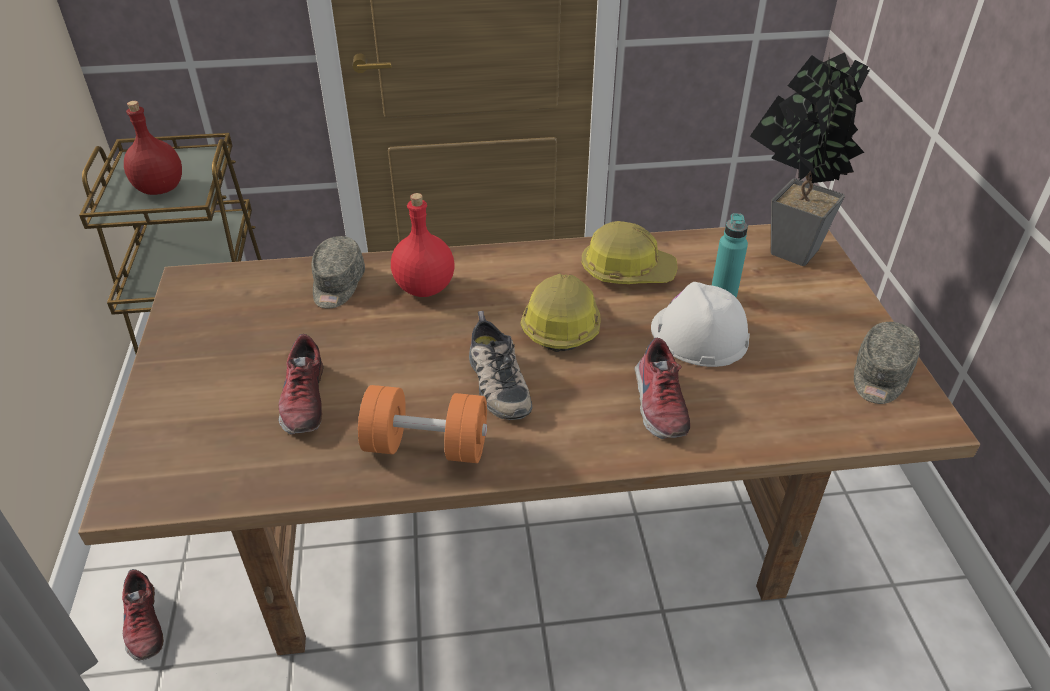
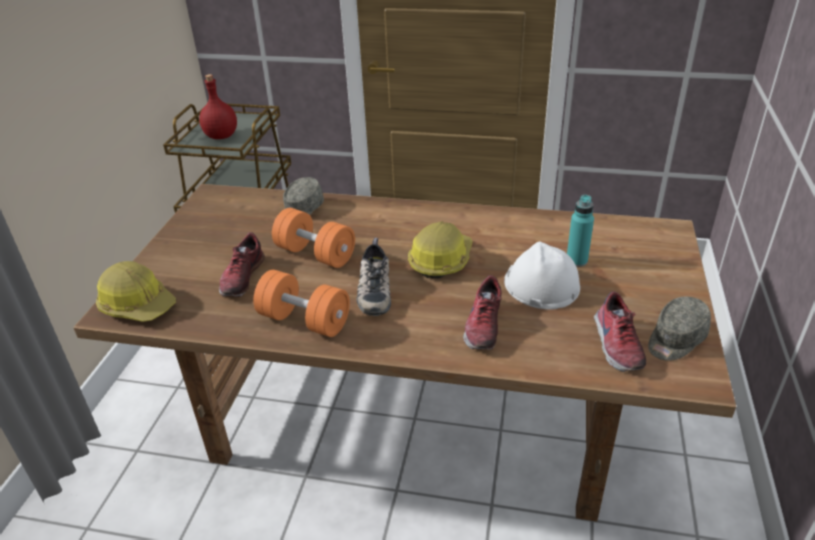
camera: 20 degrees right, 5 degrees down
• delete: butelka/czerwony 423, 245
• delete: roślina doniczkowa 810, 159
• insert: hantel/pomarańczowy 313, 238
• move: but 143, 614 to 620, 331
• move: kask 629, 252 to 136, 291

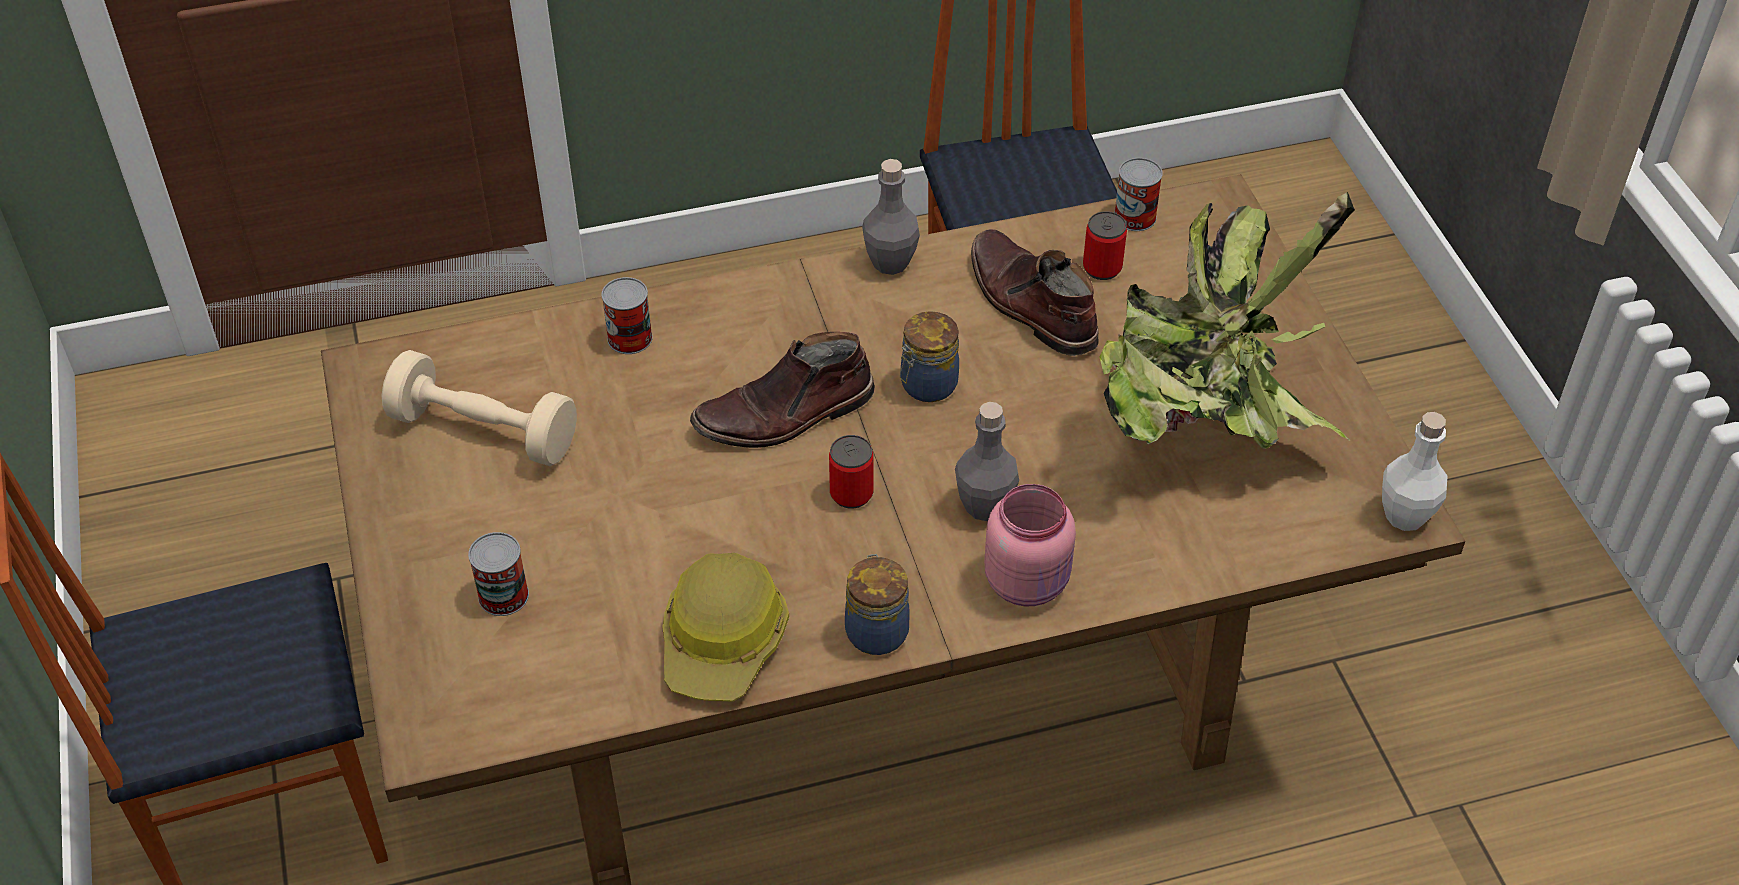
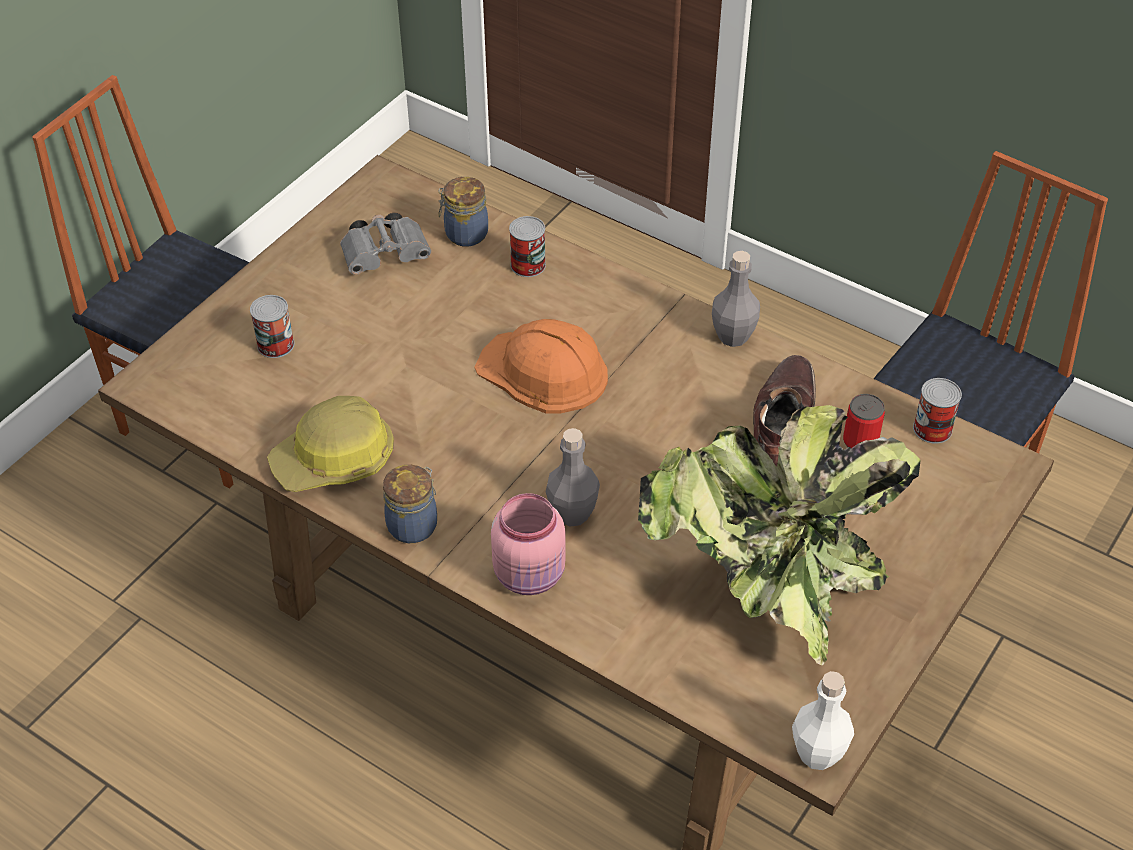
camera: 50 degrees right, 0 degrees up
• delete: puszka 851, 472
• move: słoik 929, 356 to 463, 211
• replace: hantel/beżowy 479, 408 to lornetka/szary 385, 244
• replace: but z cholewką/brązowy 782, 390 to kask/pomarańczowy 541, 366

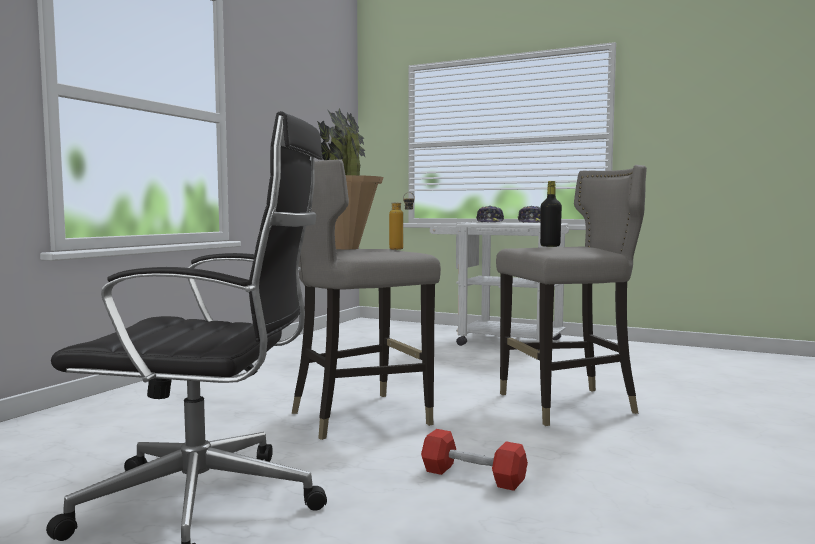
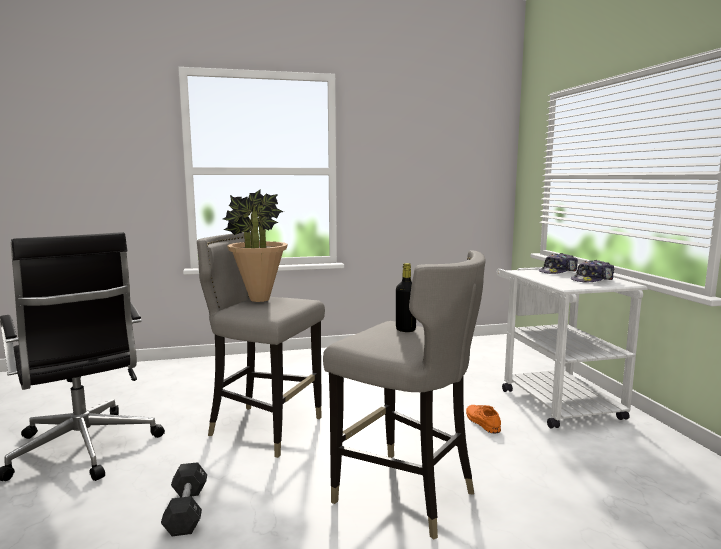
camera: 50 degrees right, 5 degrees up
• delete: butelka 402, 221
• insert: but/pomarańczowy 483, 419
• recolor: hantel/czerwony 474, 460 to hantel/czarny 184, 499

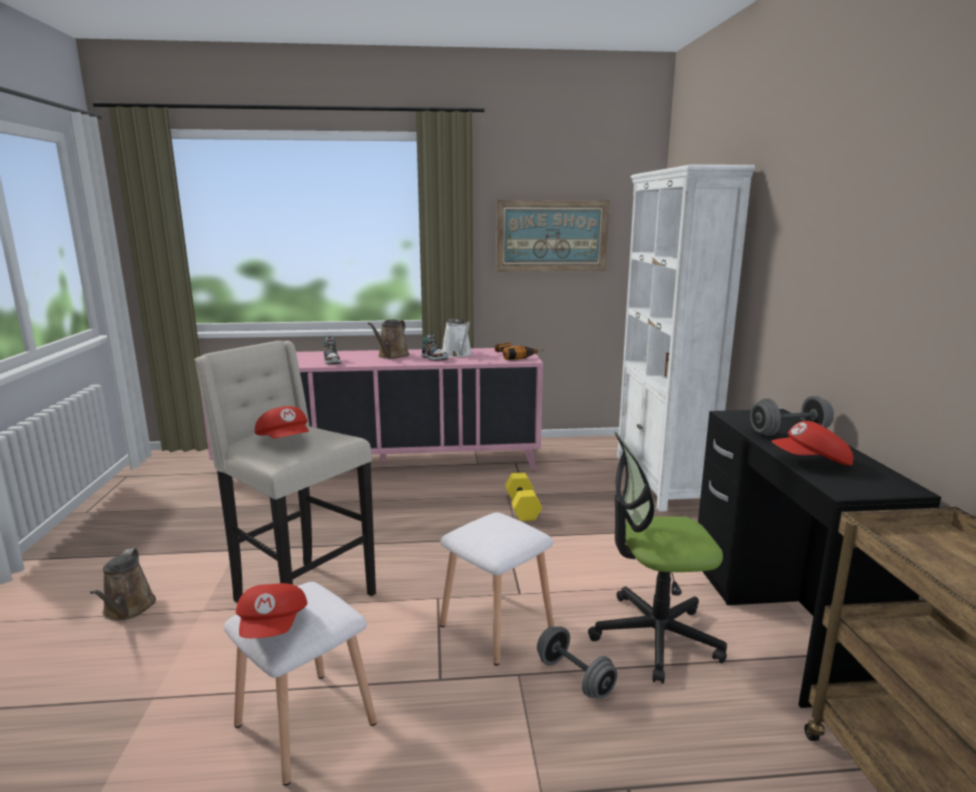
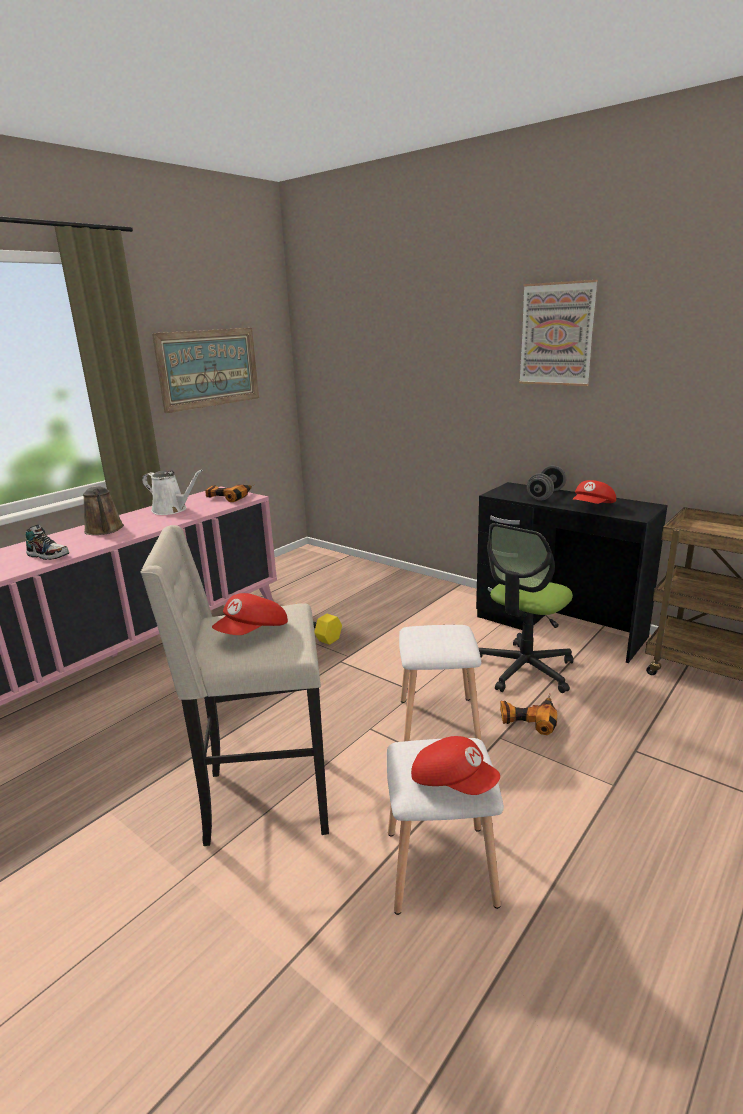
camera: 45 degrees left, 5 degrees up
• delete: konewka/brązowy 123, 584
• delete: but 434, 347
• delete: regał/biały 686, 338
• insert: obraz 558, 333
• replace: hantel/szary 577, 662 to wiertarka 528, 714
• rotate: czapka z daszkiem/czerwony 282, 422 = 250, 614 120 degrees clockwise

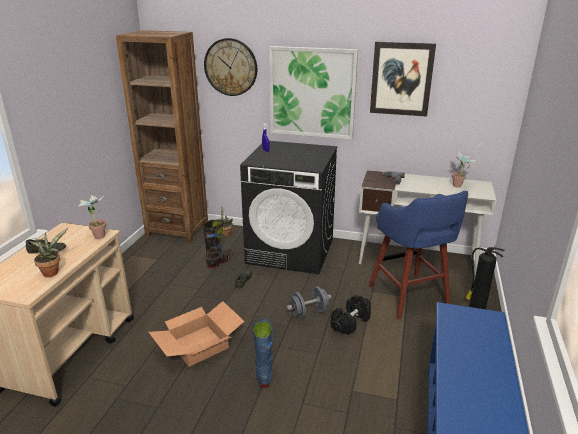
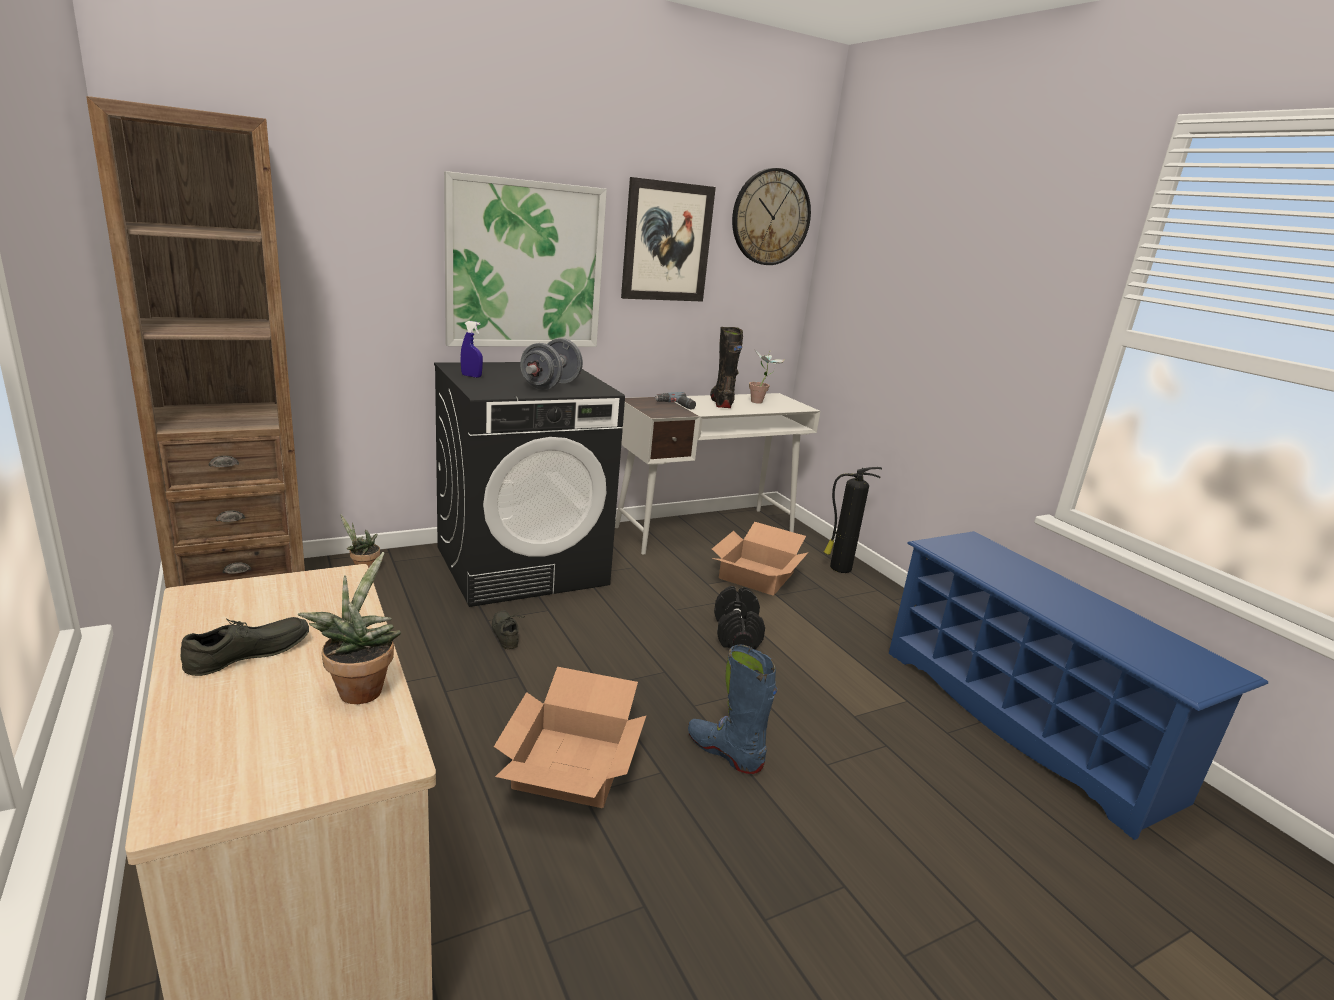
camera: 45 degrees left, 5 degrees down
• delete: roślina doniczkowa 92, 217
• move: zegar ścienny 230, 67 to 771, 216
• move: but z cholewką/czarny 218, 244 to 726, 367
• move: hantel/szary 308, 302 to 551, 364
• replace: stołek/niebieski 418, 255 to karton 760, 558

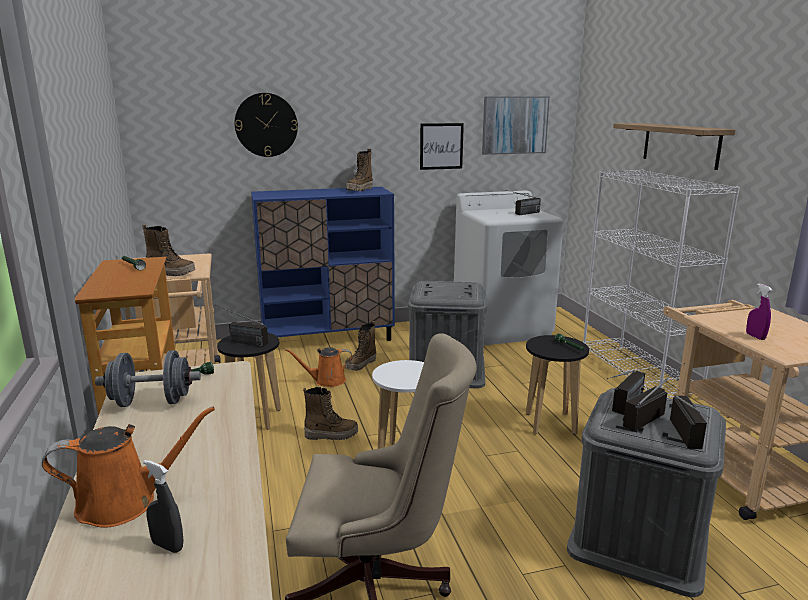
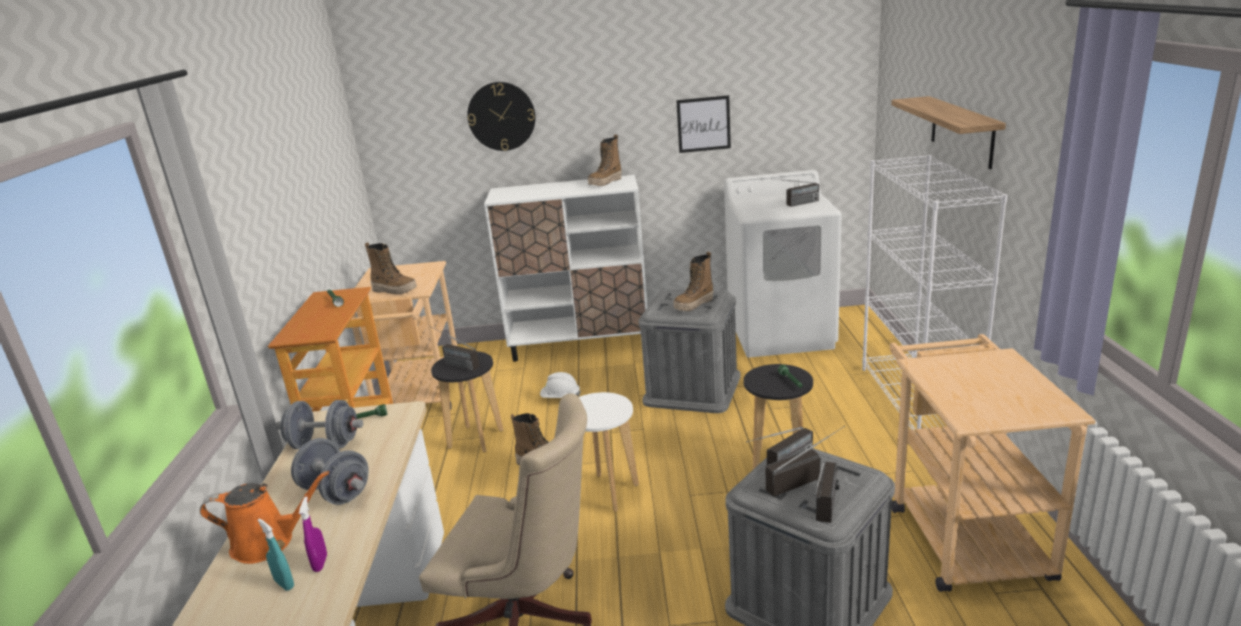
camera: 15 degrees right, 5 degrees up
• delete: obraz 516, 126
• insert: hantel/szary 330, 471
• move: but z cholewką 360, 346 to 693, 281
• move: spryskiwacz/fioletowy 759, 311 to 313, 534
• replace: konewka/pomarańczowy 318, 367 to kask/biały 560, 385
• recolor: spryskiwacz/szary 163, 506 to spryskiwacz/turkusowy 276, 554
• recolor: szafka/niebieski 323, 264 to szafka/biały 566, 268

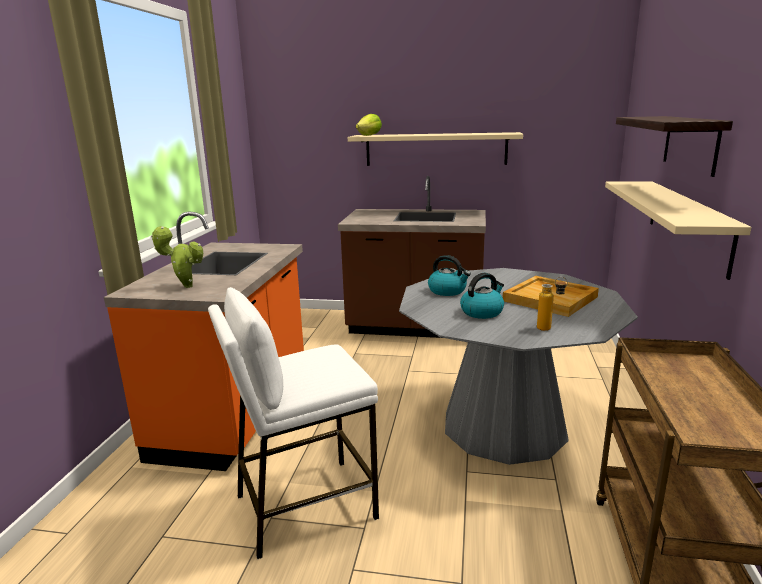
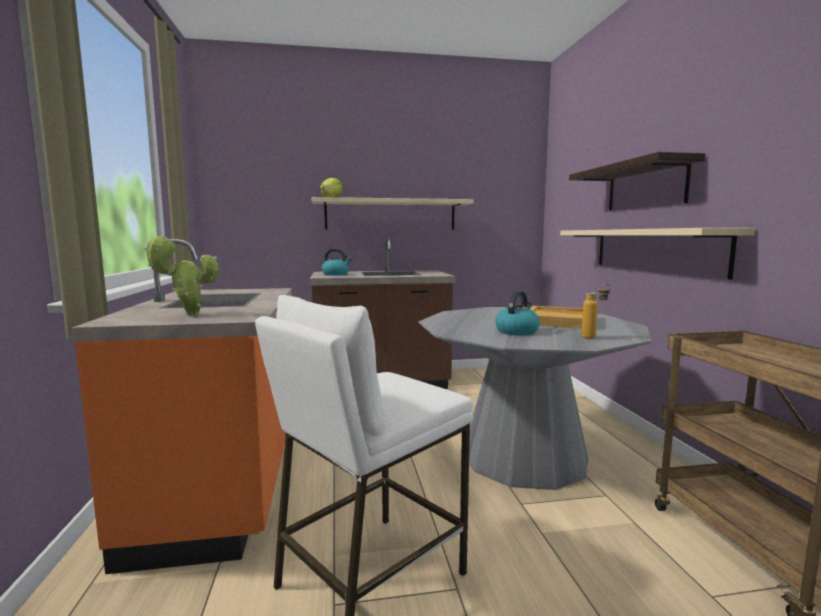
camera: 20 degrees left, 10 degrees down
• move: czajnik 449, 275 to 337, 261

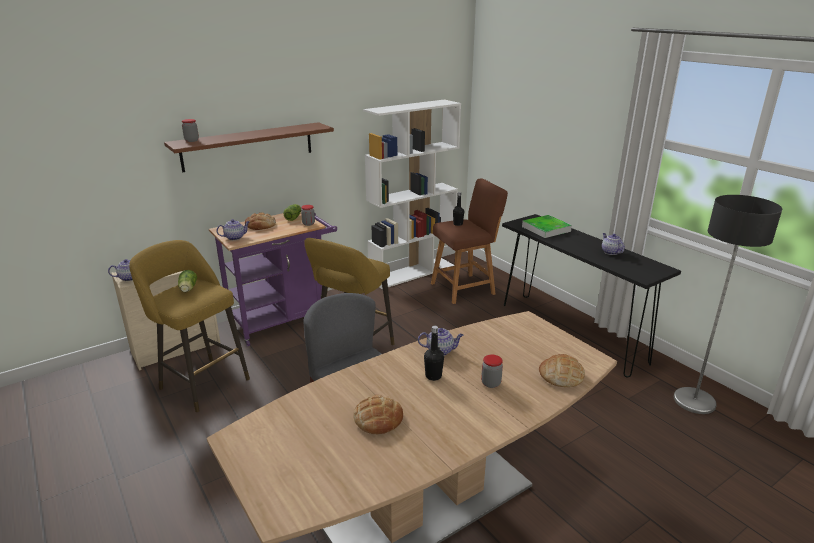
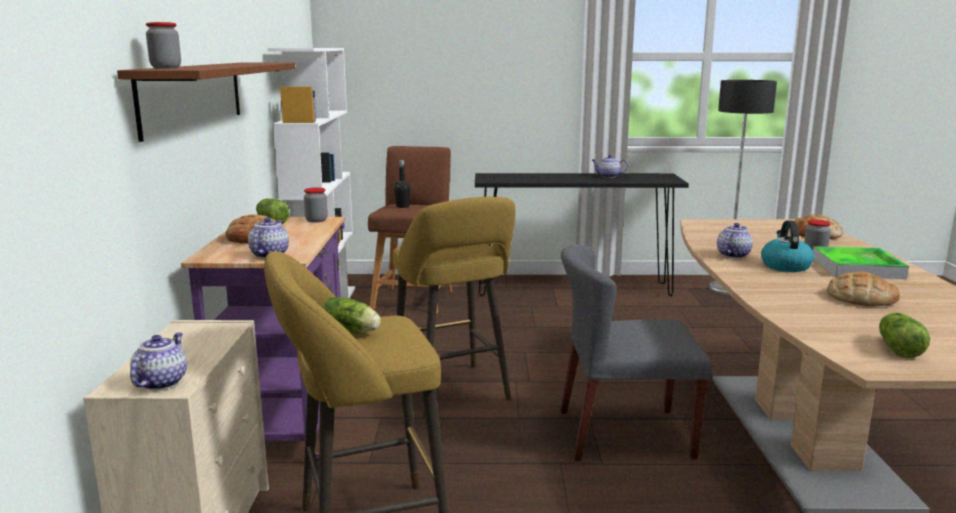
camera: 55 degrees left, 10 degrees down
• insert: sałata 904, 335
• move: taca 547, 226 to 861, 262
• replace: butelka/czarny 434, 353 to czajnik 787, 246

